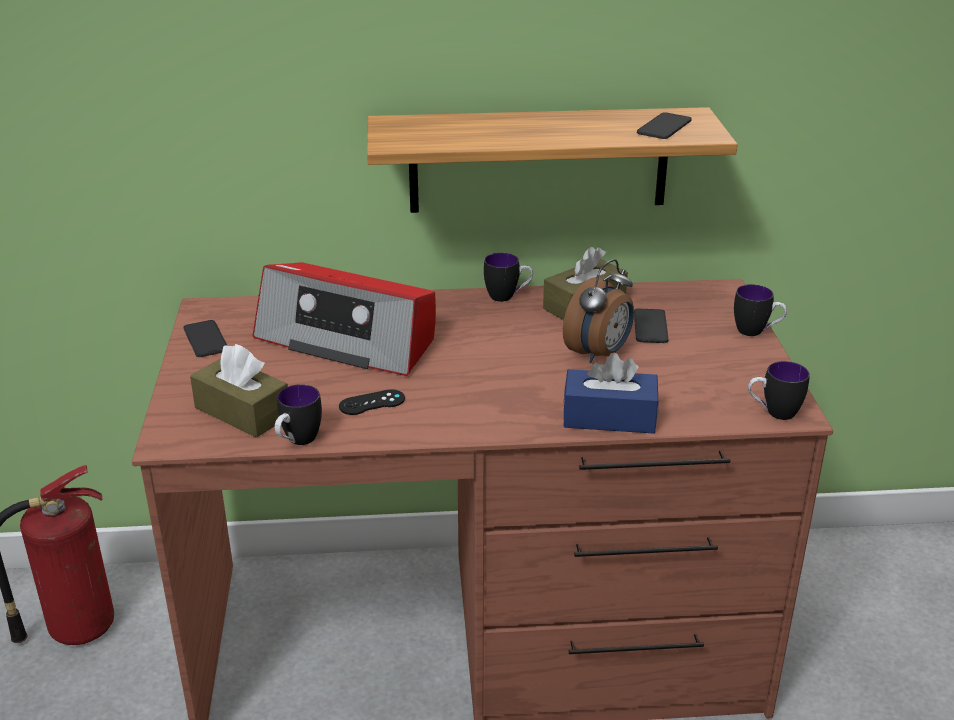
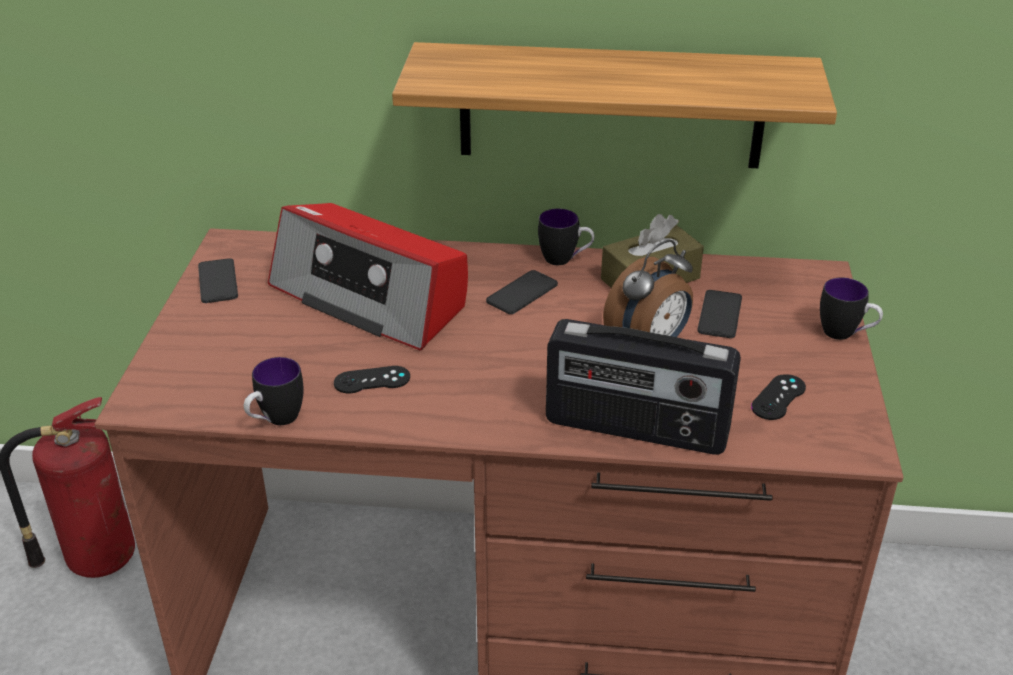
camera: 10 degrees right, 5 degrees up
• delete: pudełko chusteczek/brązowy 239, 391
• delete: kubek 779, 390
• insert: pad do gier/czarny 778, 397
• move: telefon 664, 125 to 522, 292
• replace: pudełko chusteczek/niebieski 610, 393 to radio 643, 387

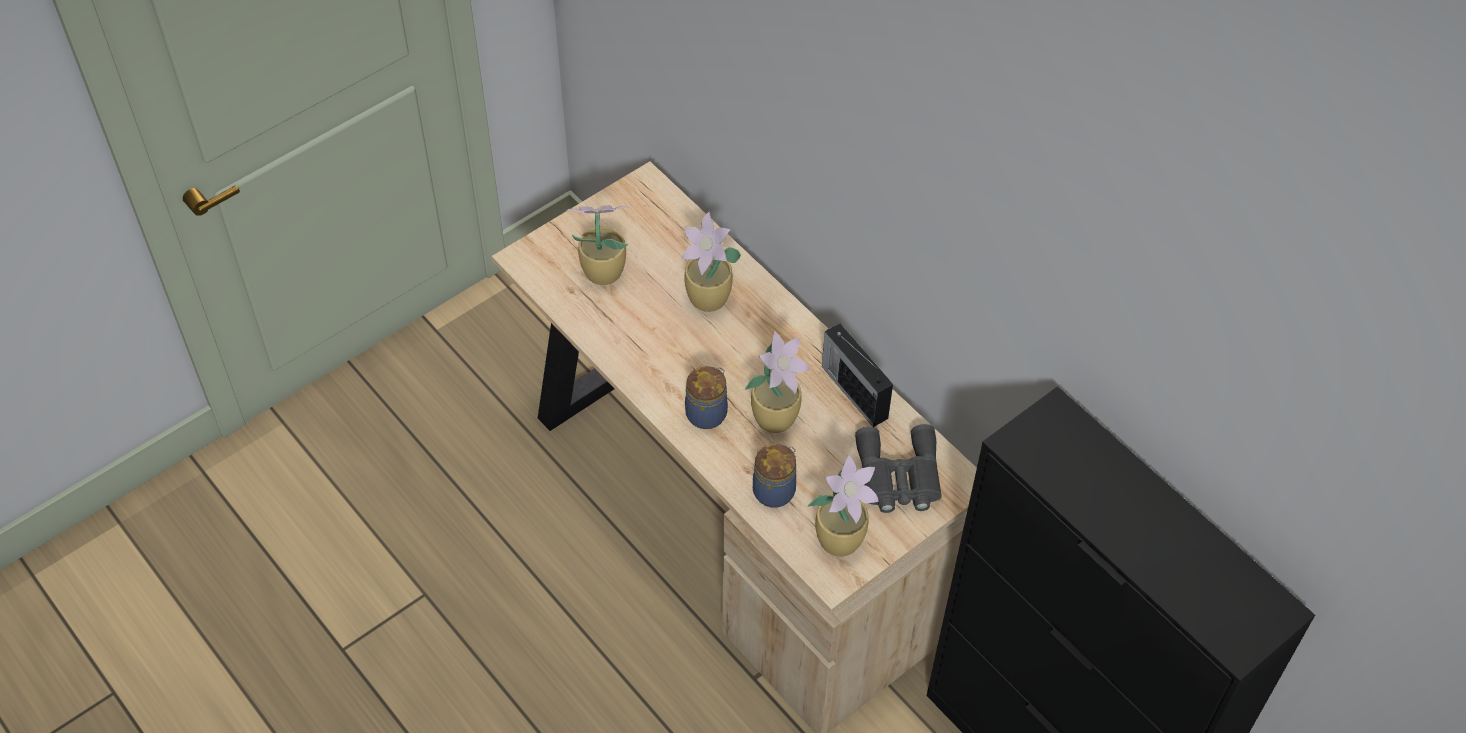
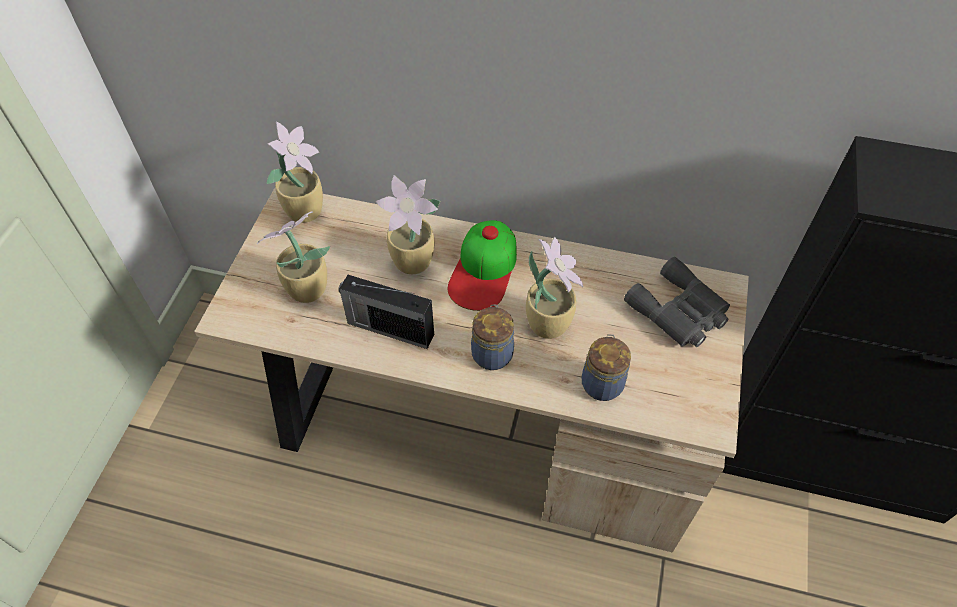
camera: 35 degrees left, 0 degrees up
• insert: czapka z daszkiem 482, 265
• move: roślina doniczkowa 843, 505 to 294, 172
• move: radio 857, 375 to 386, 312

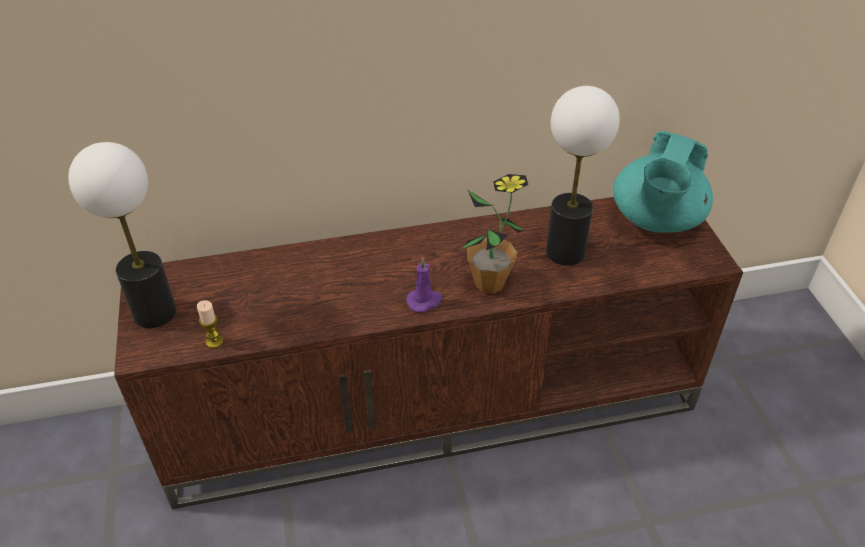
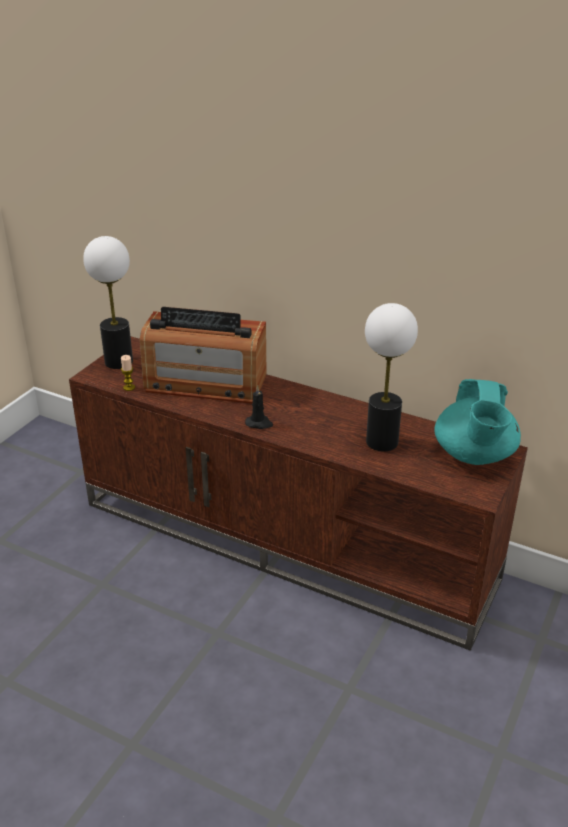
camera: 40 degrees right, 10 degrees down
• delete: roślina doniczkowa 495, 234
• insert: radio 203, 355
• recolor: świeca/fioletowy 424, 285 to świeca/czarny 259, 407
• rotate: imbryk/turkusowy 663, 182 = 477, 422 60 degrees counterclockwise

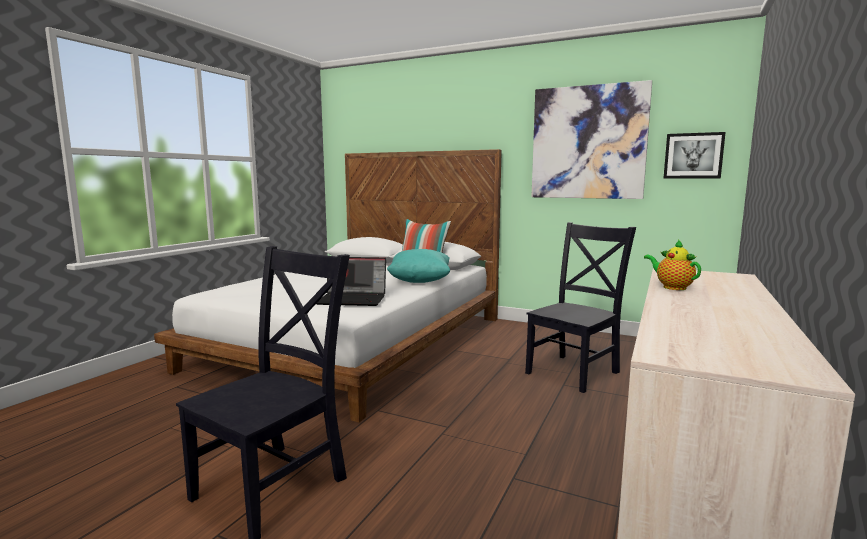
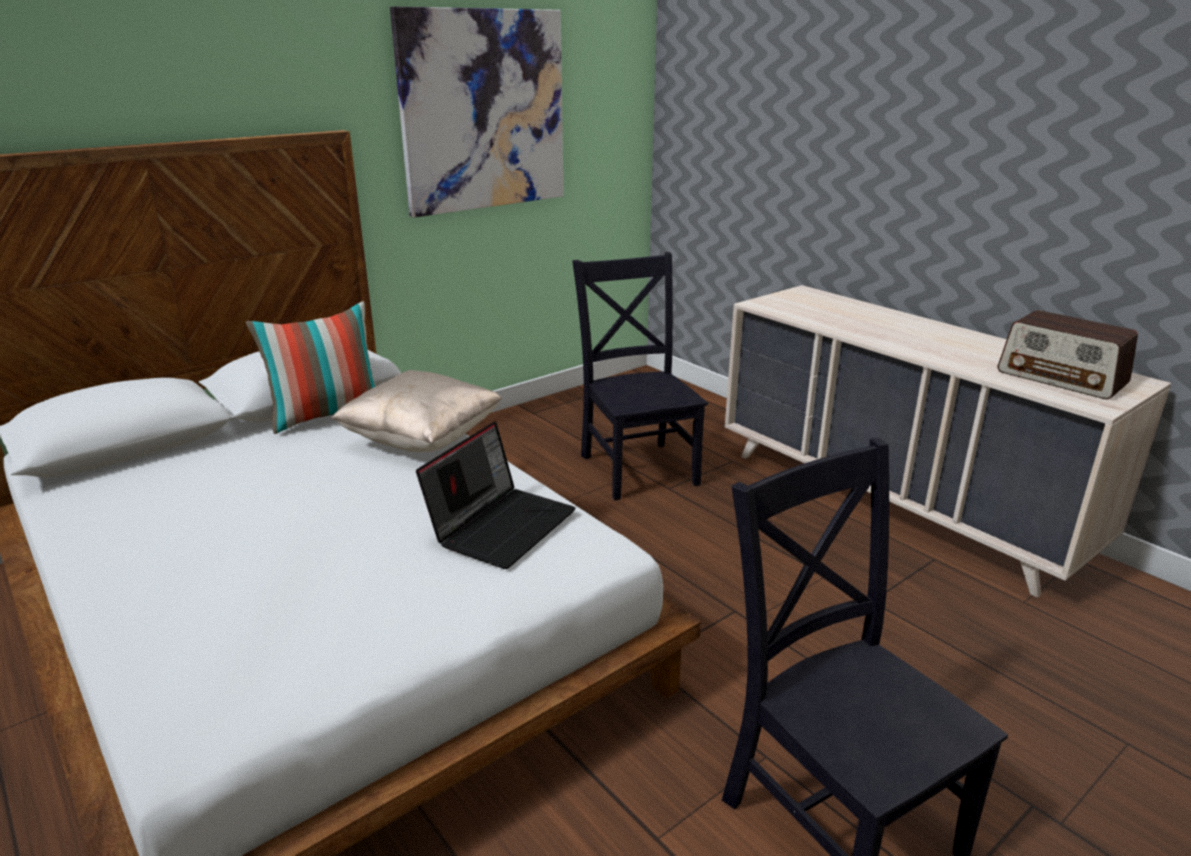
camera: 65 degrees left, 15 degrees up
• delete: imbryk 672, 265
• delete: obraz 695, 155
• insert: radio 1068, 354
• recolor: poduszka/turkusowy 418, 266 to poduszka/beżowy 416, 411

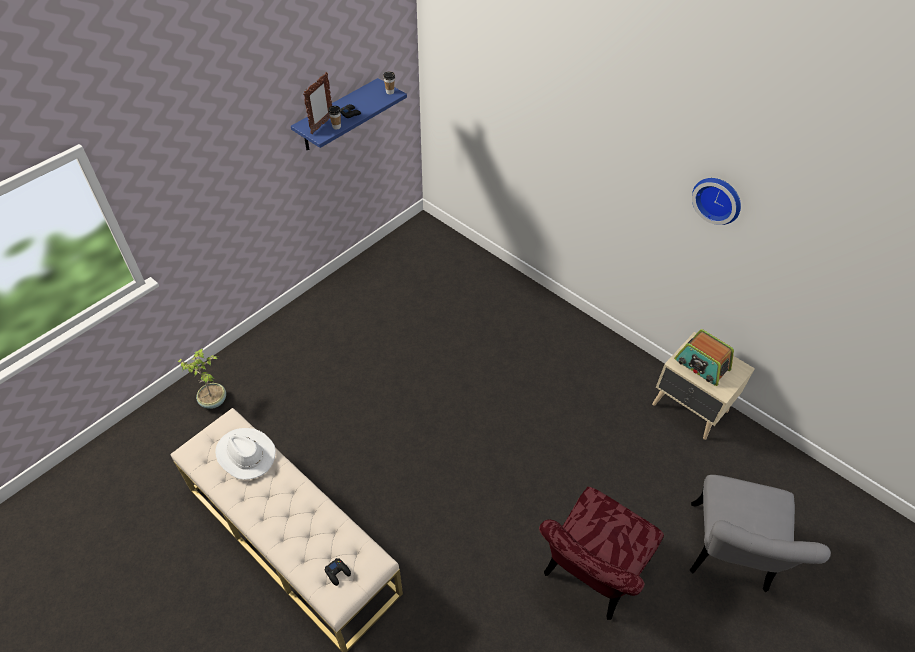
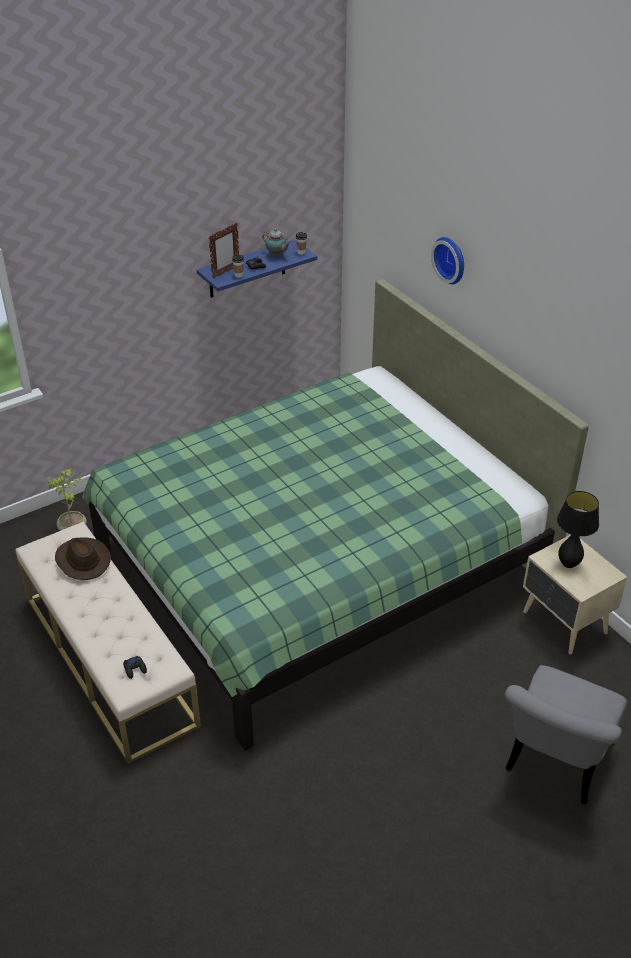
camera: 15 degrees right, 10 degrees down
• delete: krzesło/czerwony 601, 553
• insert: łóżko/zielony 335, 515
• insert: imbryk 276, 242
• move: zegar ścienny 716, 201 to 447, 260
• replace: radio 704, 357 to lampa stołowa/czarny 578, 529
• recolor: kapelusz/biały 245, 454 to kapelusz/brązowy 83, 558

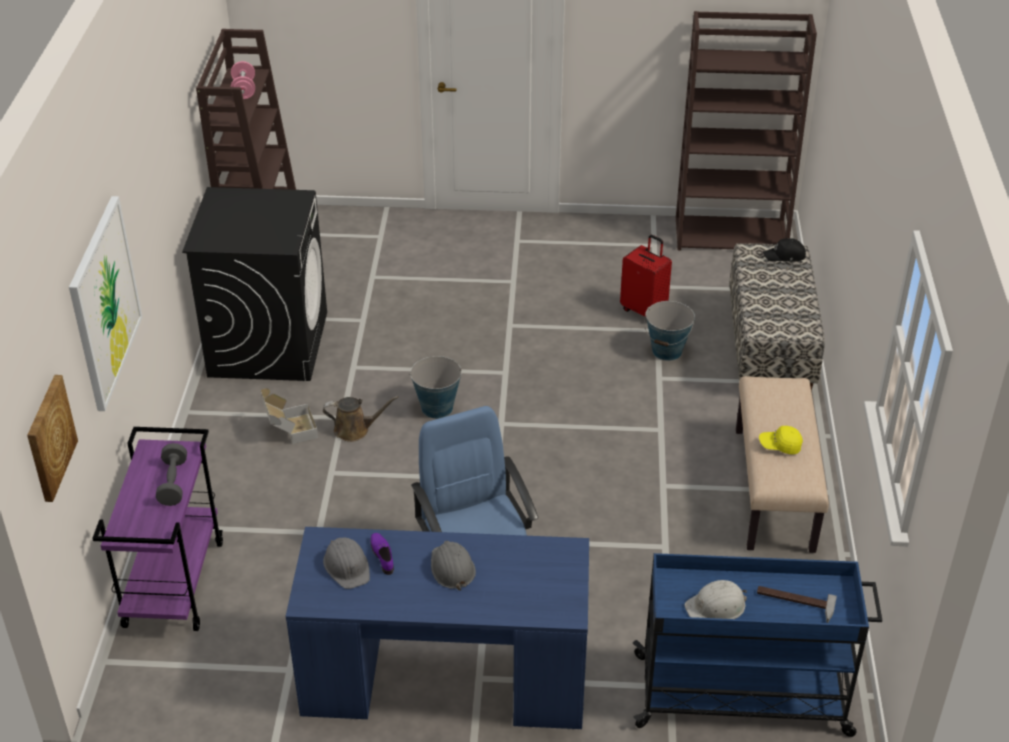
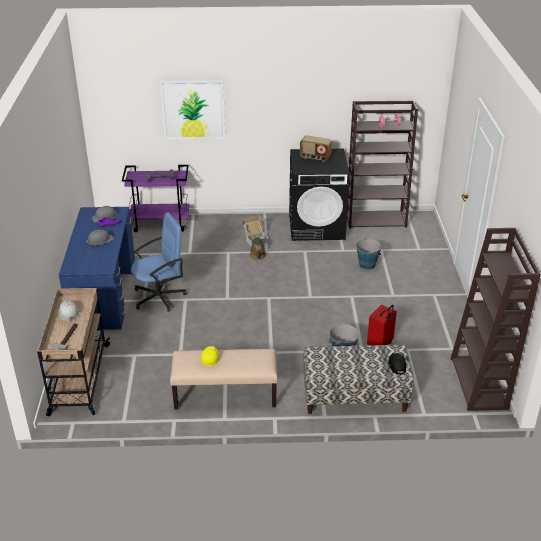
camera: 85 degrees right, 5 degrees down
• delete: obraz 52, 438
• insert: radio 316, 148
• move: wiadro 436, 387 to 369, 254
• recolor: wózek/niebieski 757, 645 to wózek/beżowy 74, 352

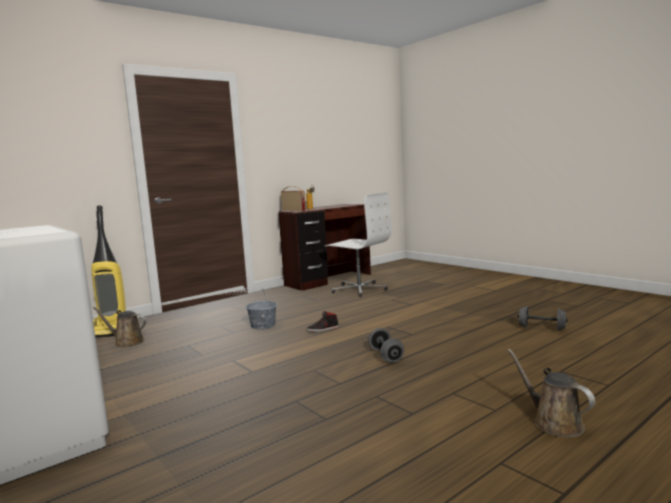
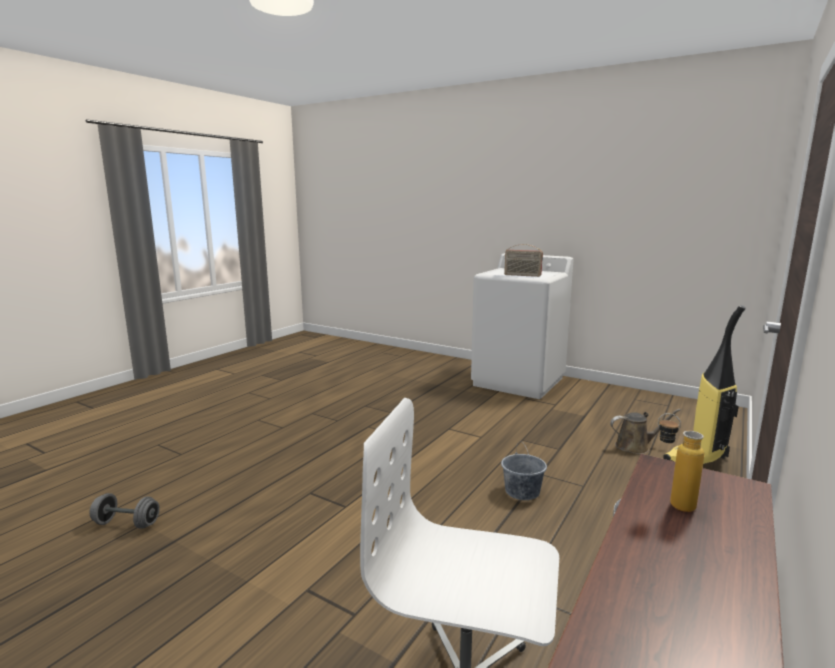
camera: 160 degrees right, 5 degrees up
• delete: but/czarny 323, 321
• delete: hantel/szary 386, 345
• delete: konewka/brązowy 551, 393
• move: radio 293, 198 to 523, 260

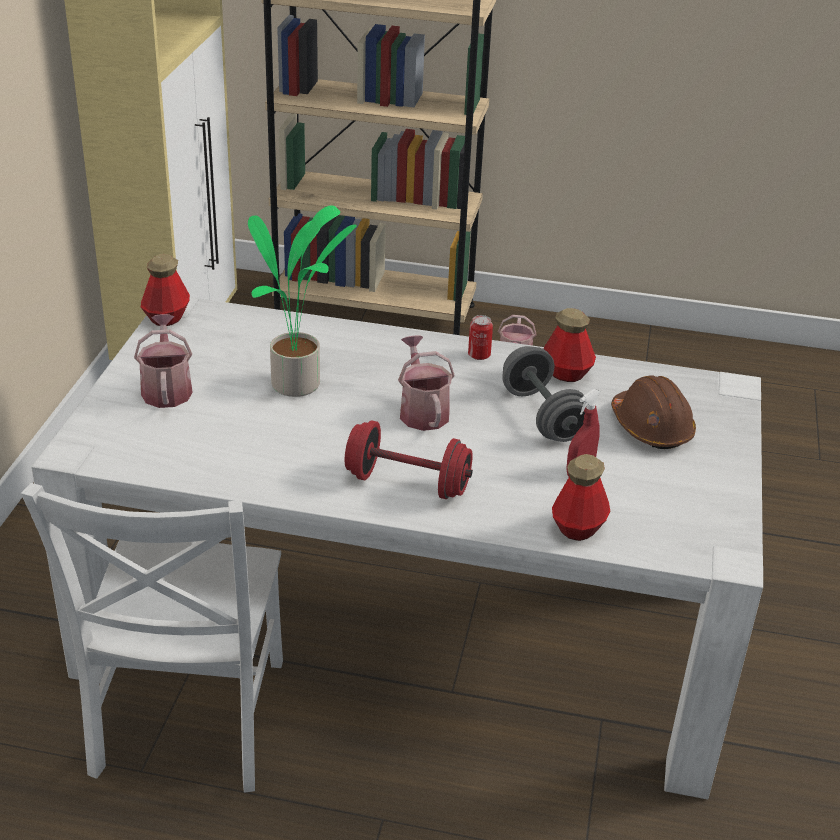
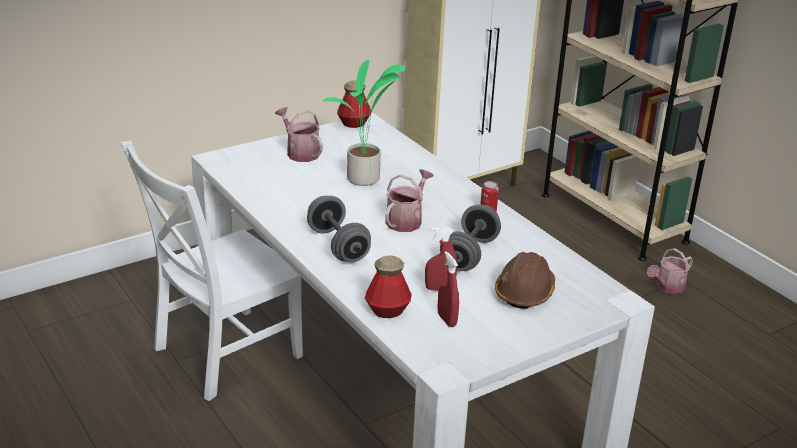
camera: 45 degrees right, 5 degrees down
• delete: butelka 570, 345
• insert: spryskiwacz/czerwony 448, 289
• recolor: hantel/czerwony 409, 459 to hantel/szary 339, 229
• rotate: konewka 163, 361 = 299, 134 75 degrees counterclockwise

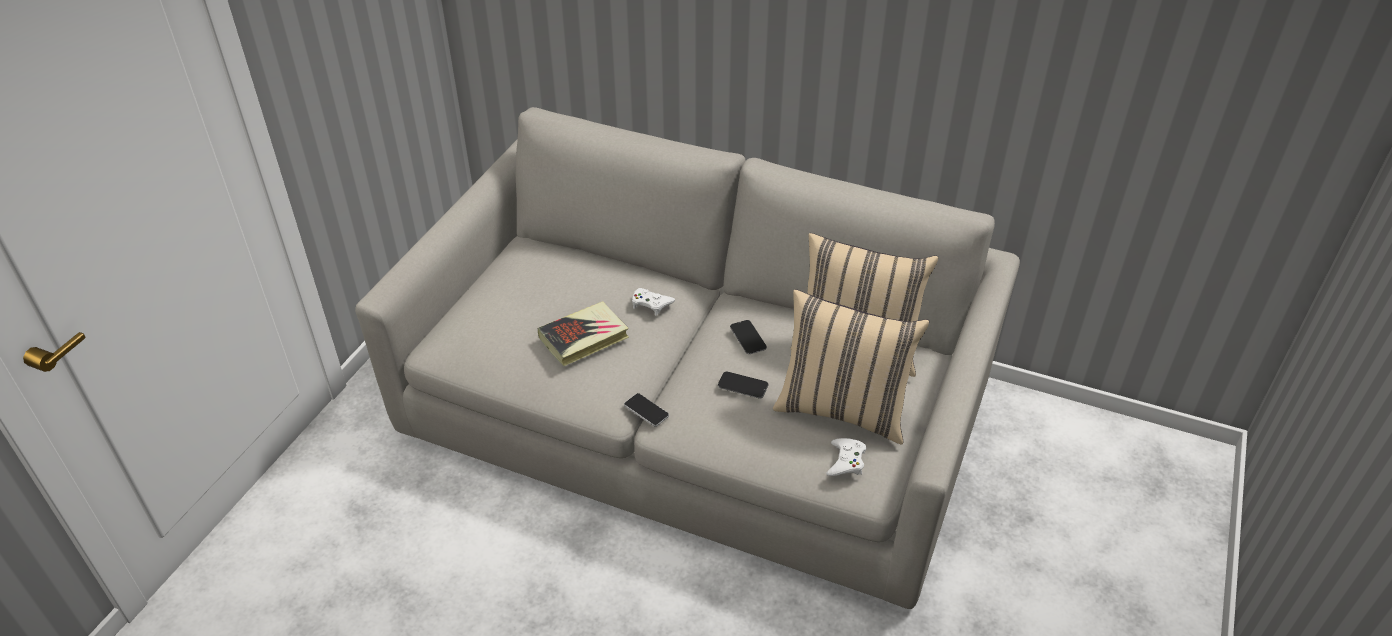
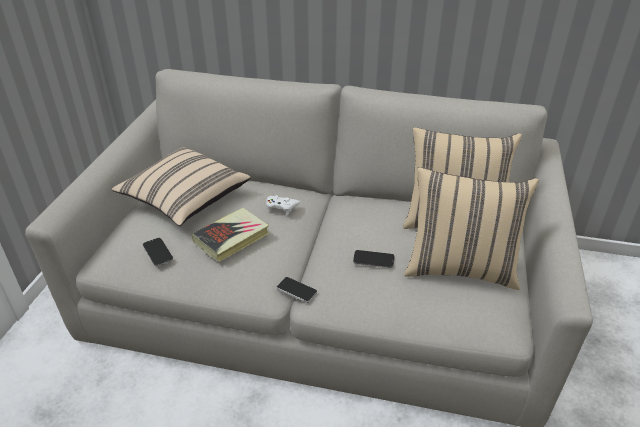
camera: 10 degrees left, 5 degrees down
• delete: pad do gier/biały 846, 457
• insert: poduszka/beżowy 181, 187
• move: telefon 748, 337 to 158, 252

